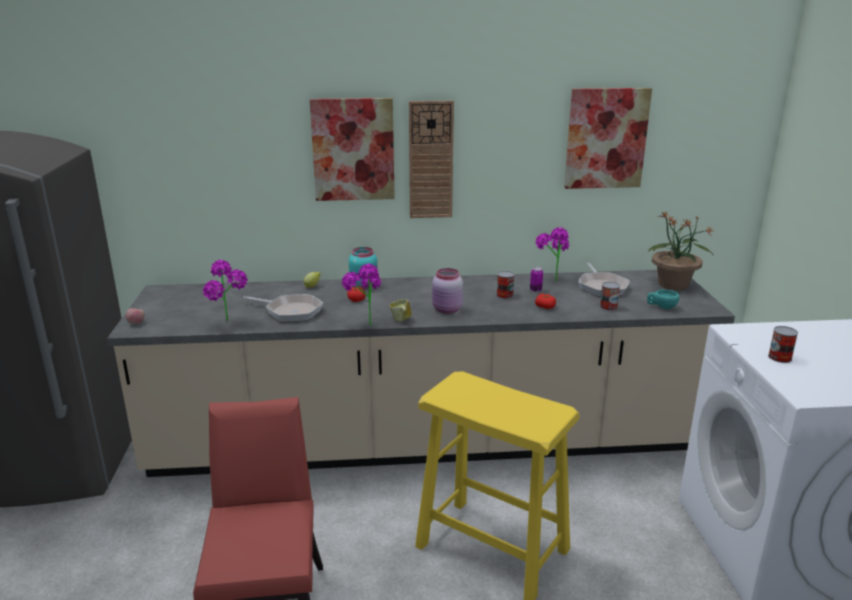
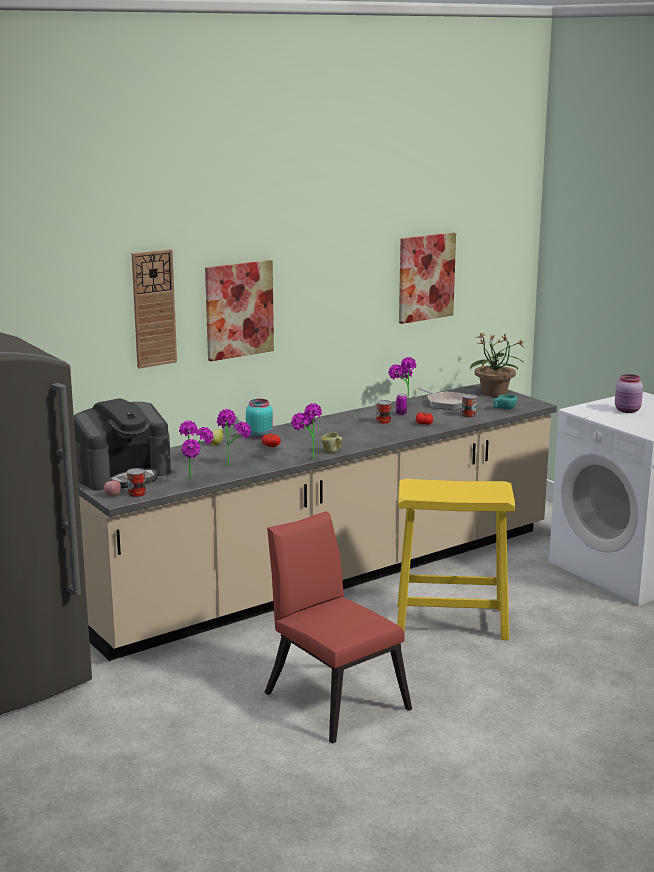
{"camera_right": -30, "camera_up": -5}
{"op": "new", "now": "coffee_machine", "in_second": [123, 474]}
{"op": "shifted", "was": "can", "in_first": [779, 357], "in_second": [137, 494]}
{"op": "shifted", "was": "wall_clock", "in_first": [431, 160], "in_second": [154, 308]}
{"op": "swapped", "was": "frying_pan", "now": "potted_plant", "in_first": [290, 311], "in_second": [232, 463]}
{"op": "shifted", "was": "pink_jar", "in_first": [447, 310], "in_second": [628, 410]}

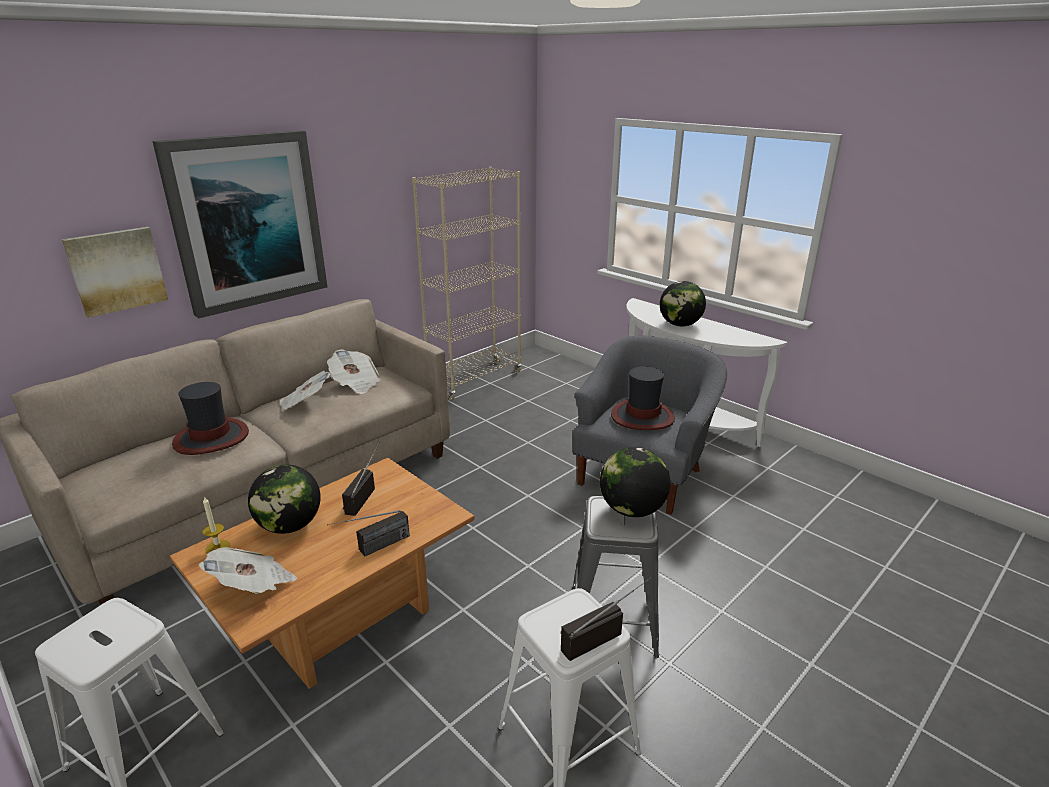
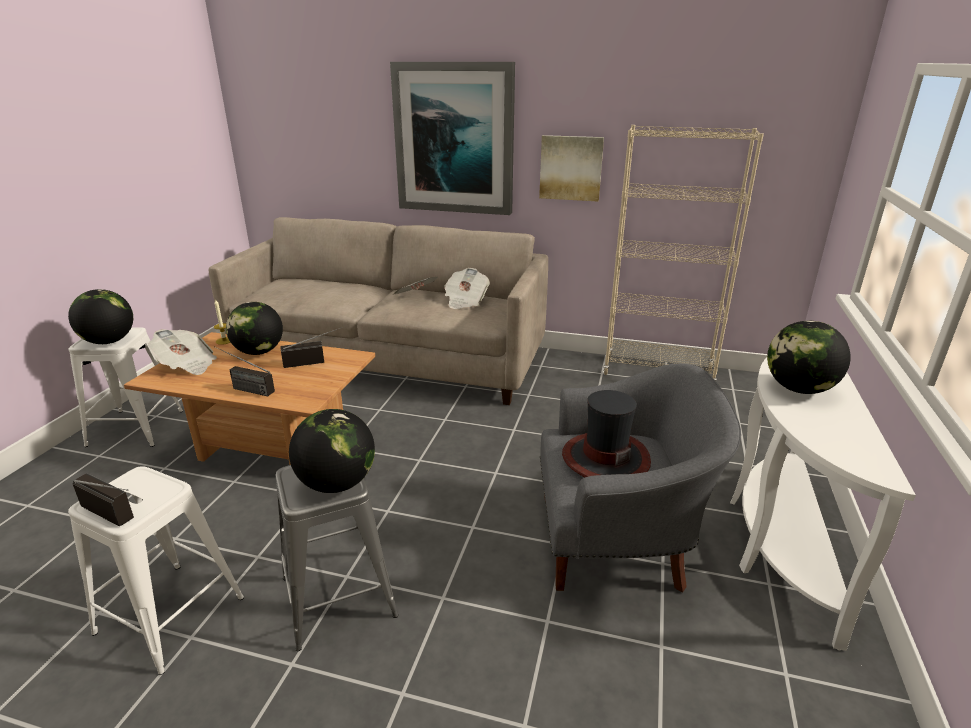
{"camera_right": 60, "camera_up": 0}
{"op": "new", "now": "globe", "in_second": [109, 341]}
{"op": "shifted", "was": "picture", "in_first": [117, 270], "in_second": [571, 168]}
{"op": "gone", "was": "hat", "in_first": [211, 437]}

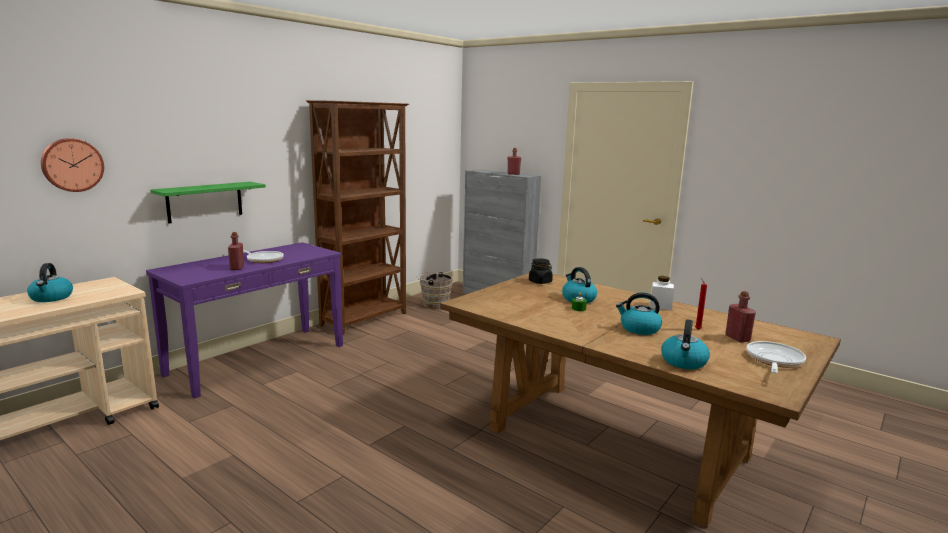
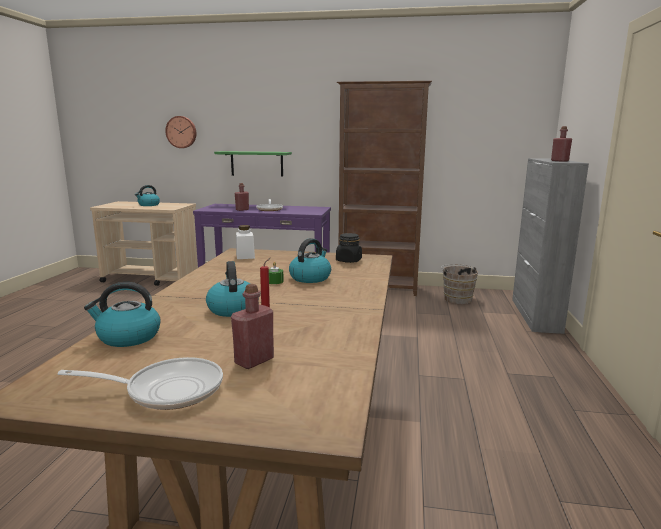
{"camera_right": 60, "camera_up": 0}
{"op": "shifted", "was": "white_jar", "in_first": [660, 306], "in_second": [245, 256]}

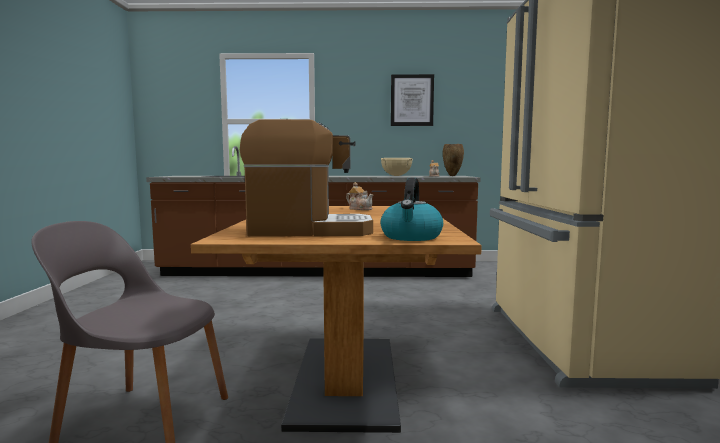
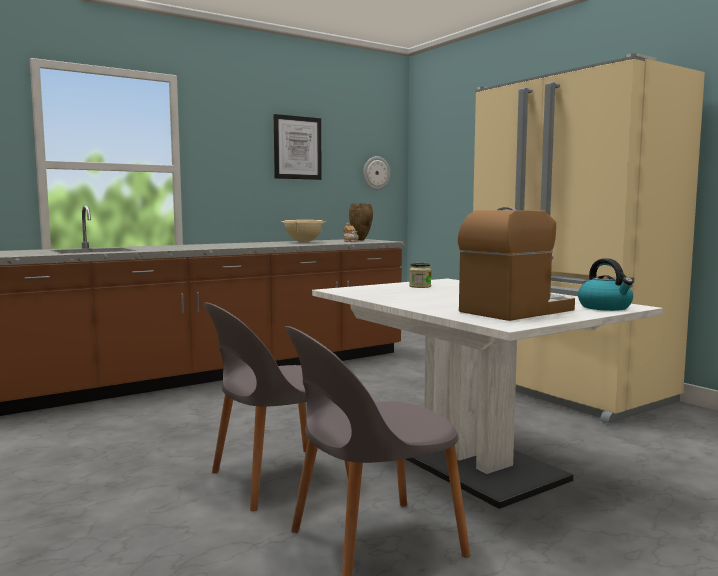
{"camera_right": -35, "camera_up": 0}
{"op": "new", "now": "grey_chair", "in_second": [277, 478]}
{"op": "repainted", "was": "brown_dining_table", "now": "white_dining_table", "in_first": [346, 379], "in_second": [466, 460]}
{"op": "new", "now": "wall_clock", "in_second": [376, 173]}
{"op": "swapped", "was": "teapot", "now": "jar", "in_first": [360, 209], "in_second": [420, 286]}

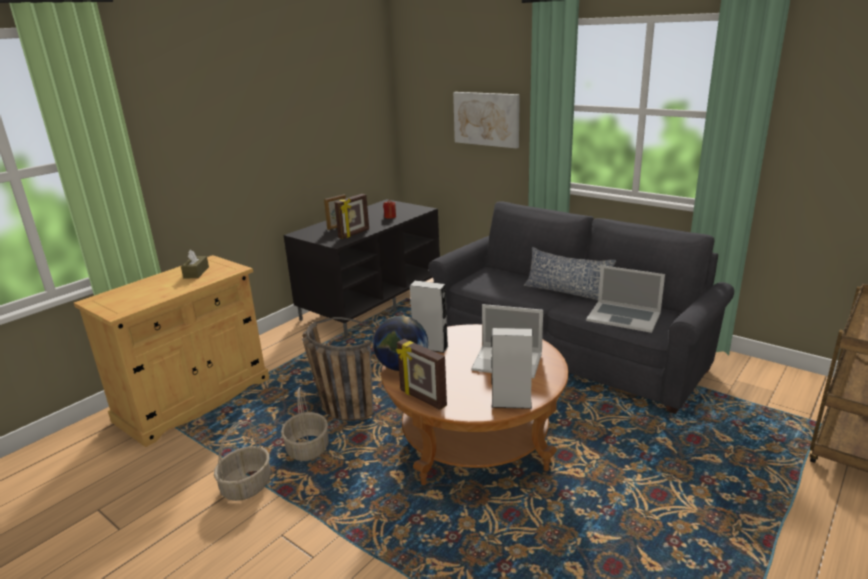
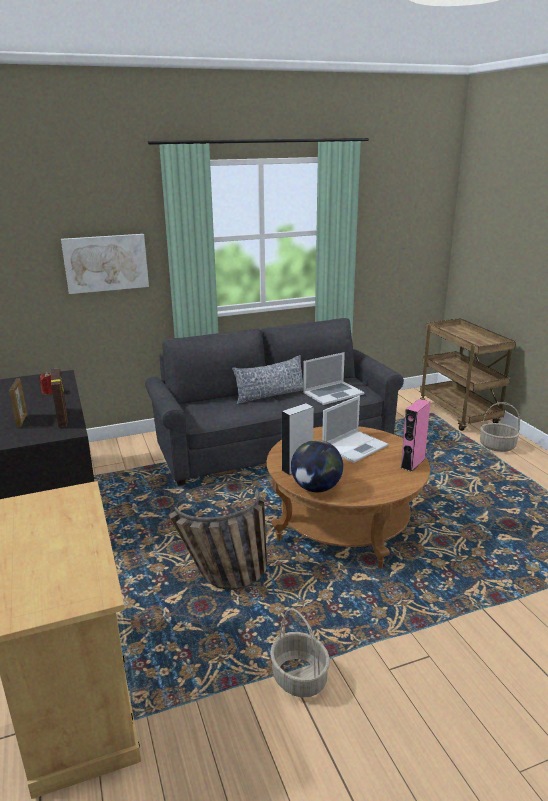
{"camera_right": -60, "camera_up": 0}
{"op": "repainted", "was": "grey_speaker", "now": "pink_speaker", "in_first": [511, 403], "in_second": [412, 463]}
{"op": "shifted", "was": "basket", "in_first": [308, 449], "in_second": [497, 446]}
{"op": "gone", "was": "brown_tissue_box", "in_first": [196, 272]}
{"op": "gone", "was": "picture_frame", "in_first": [422, 398]}

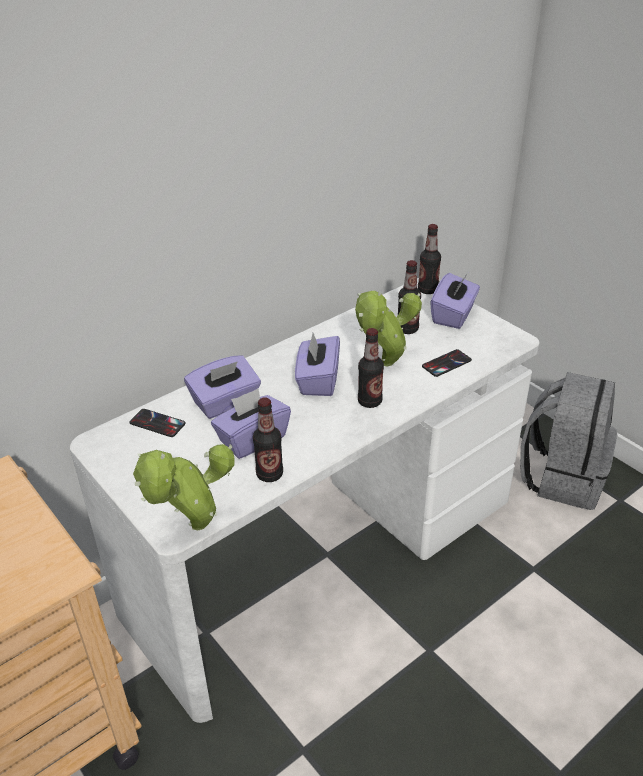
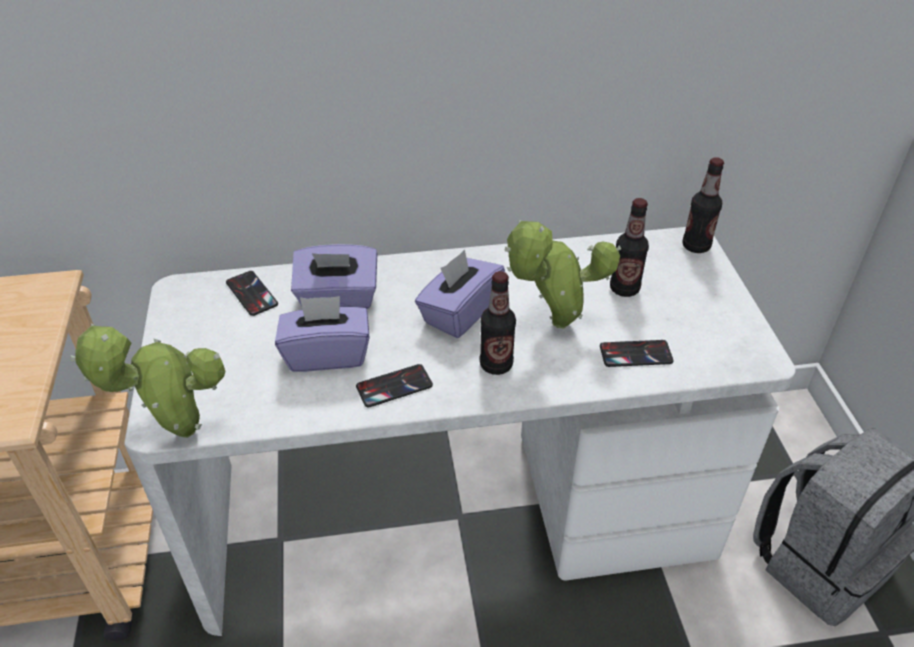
{"camera_right": 30, "camera_up": 5}
{"op": "new", "now": "phone", "in_second": [394, 386]}
{"op": "gone", "was": "bottle", "in_first": [269, 474]}
{"op": "gone", "was": "purple_tissue_box", "in_first": [453, 315]}

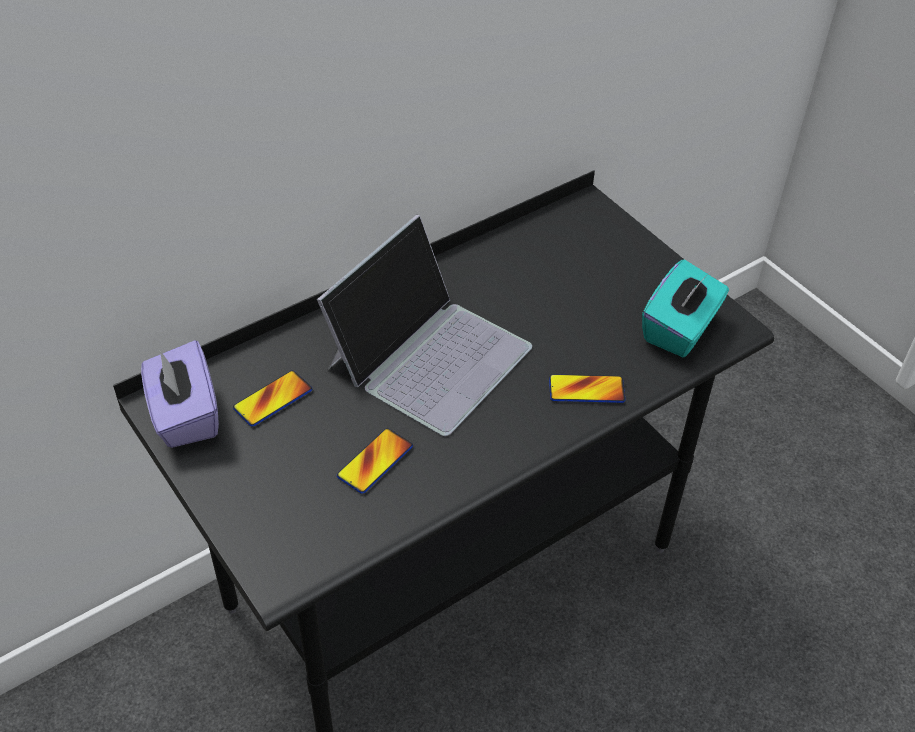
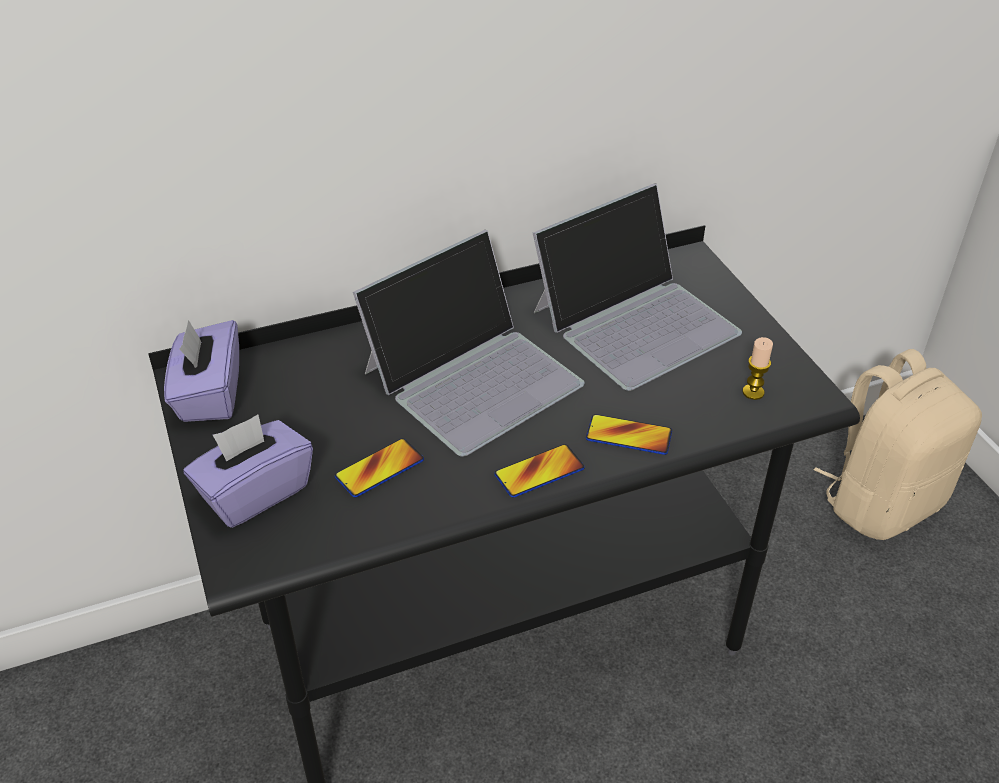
{"camera_right": 15, "camera_up": -5}
{"op": "new", "now": "purple_tissue_box", "in_second": [255, 492]}
{"op": "shifted", "was": "phone", "in_first": [273, 399], "in_second": [539, 472]}
{"op": "new", "now": "laptop", "in_second": [636, 320]}
{"op": "swapped", "was": "turquoise_tissue_box", "now": "candle", "in_first": [680, 329], "in_second": [753, 392]}
{"op": "new", "now": "beige_backpack", "in_second": [881, 501]}

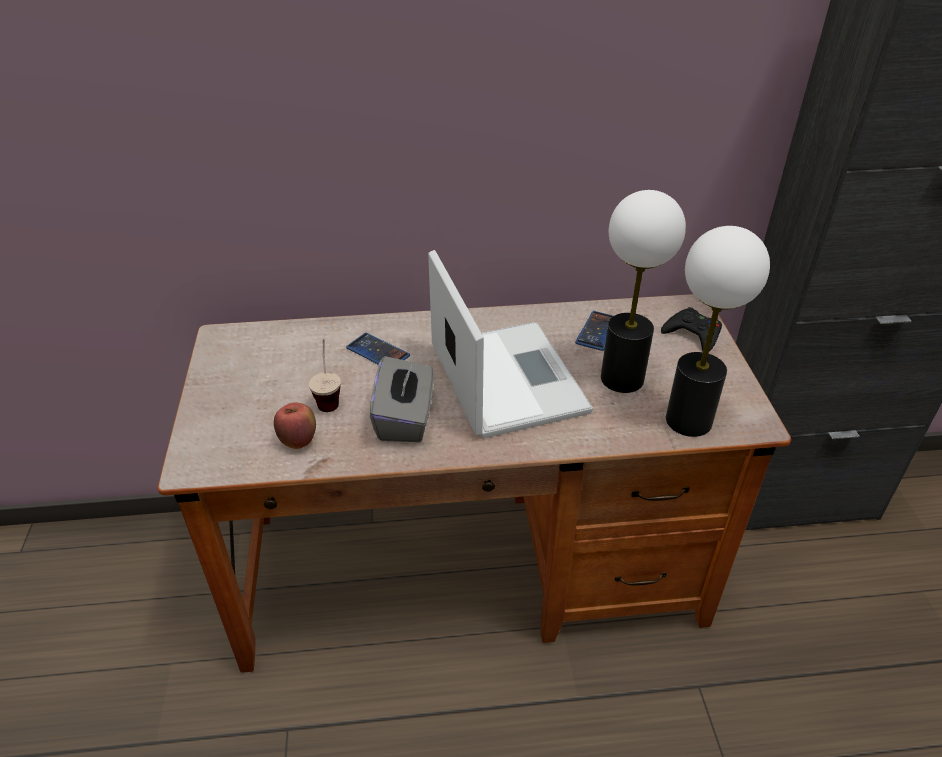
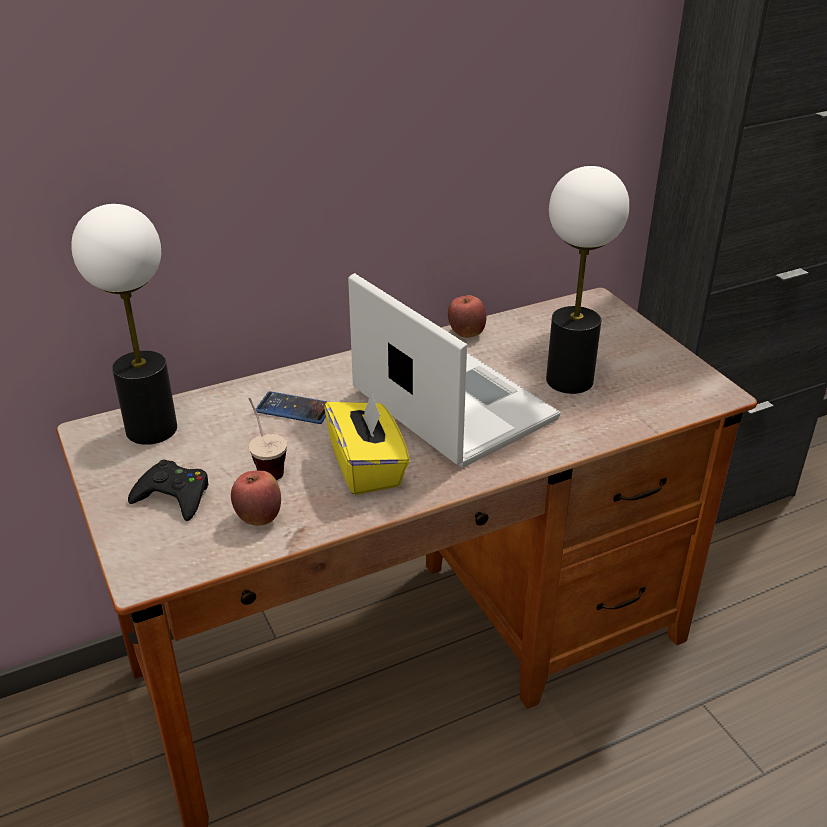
{"camera_right": -20, "camera_up": -5}
{"op": "shifted", "was": "table_lamp", "in_first": [689, 421], "in_second": [152, 430]}
{"op": "shifted", "was": "black_game_controller", "in_first": [693, 335], "in_second": [174, 496]}
{"op": "repainted", "was": "grey_tissue_box", "now": "yellow_tissue_box", "in_first": [405, 419], "in_second": [367, 467]}
{"op": "new", "now": "apple", "in_second": [466, 334]}
{"op": "gone", "was": "phone", "in_first": [597, 331]}

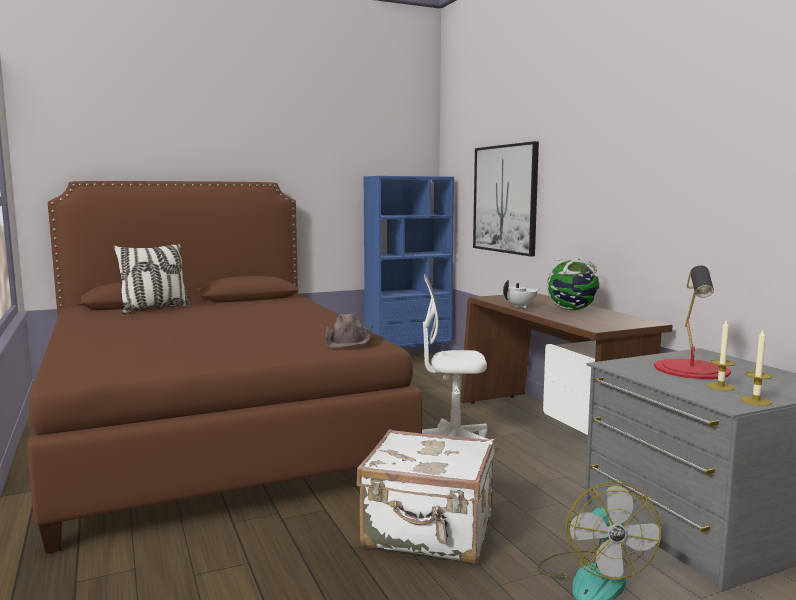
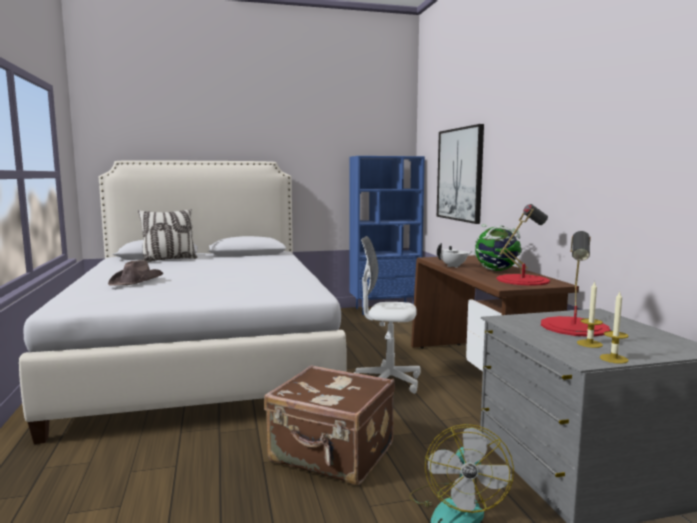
{"camera_right": 10, "camera_up": 0}
{"op": "repainted", "was": "brown_bed", "now": "white_bed", "in_first": [211, 429], "in_second": [202, 357]}
{"op": "shifted", "was": "brown_hat", "in_first": [349, 340], "in_second": [137, 281]}
{"op": "repainted", "was": "white_suitcase", "now": "brown_suitcase", "in_first": [429, 532], "in_second": [332, 454]}
{"op": "new", "now": "red_table_lamp", "in_second": [522, 280]}

